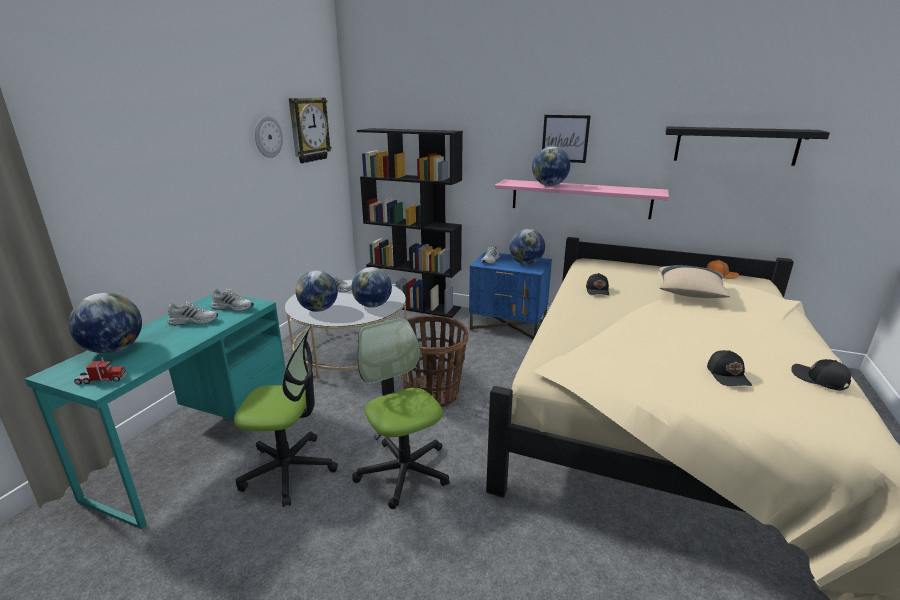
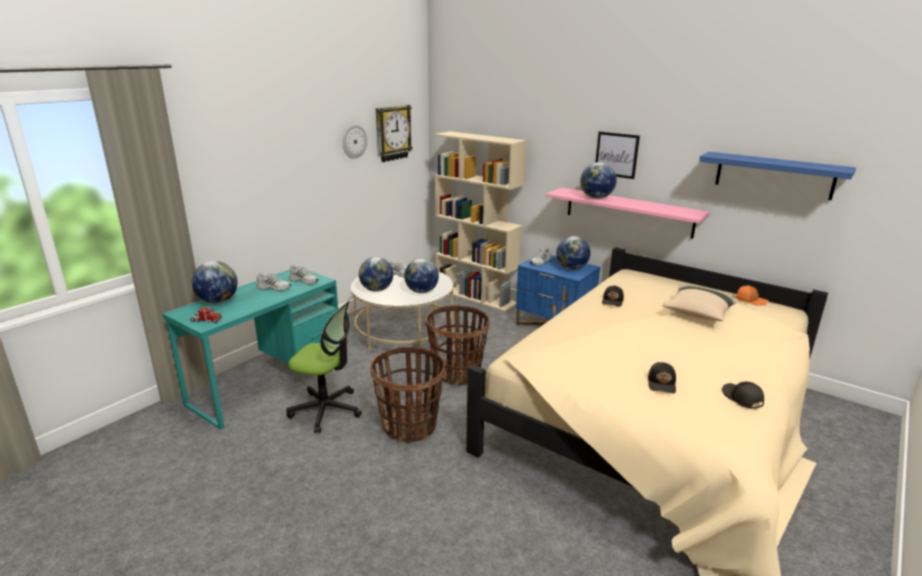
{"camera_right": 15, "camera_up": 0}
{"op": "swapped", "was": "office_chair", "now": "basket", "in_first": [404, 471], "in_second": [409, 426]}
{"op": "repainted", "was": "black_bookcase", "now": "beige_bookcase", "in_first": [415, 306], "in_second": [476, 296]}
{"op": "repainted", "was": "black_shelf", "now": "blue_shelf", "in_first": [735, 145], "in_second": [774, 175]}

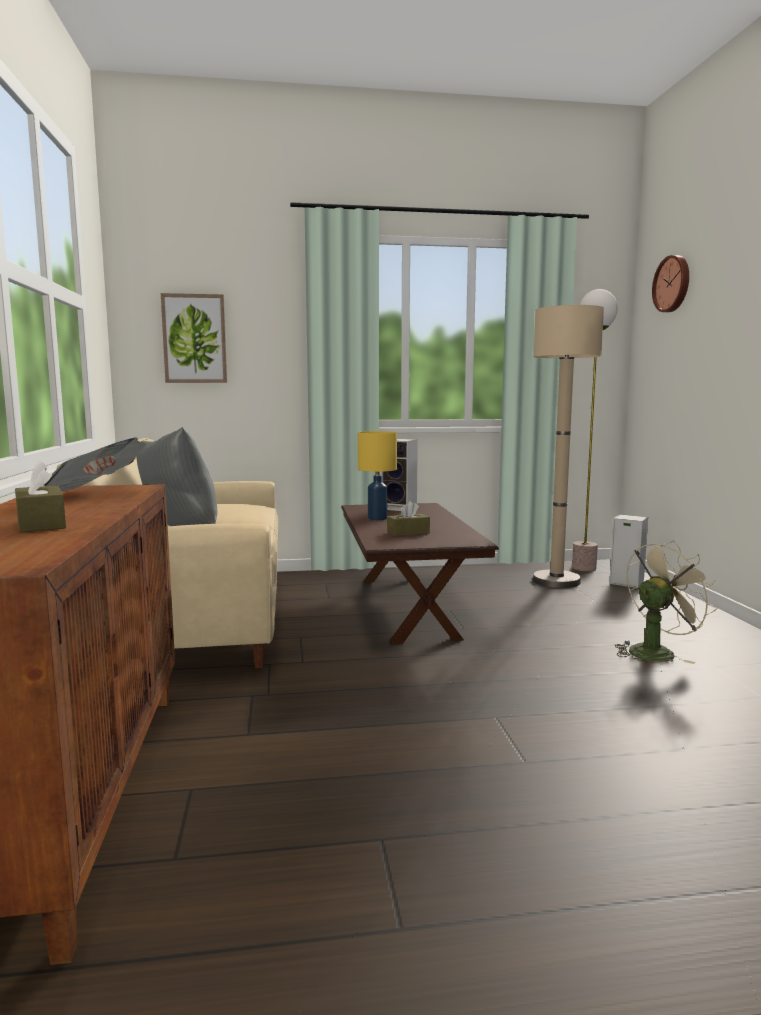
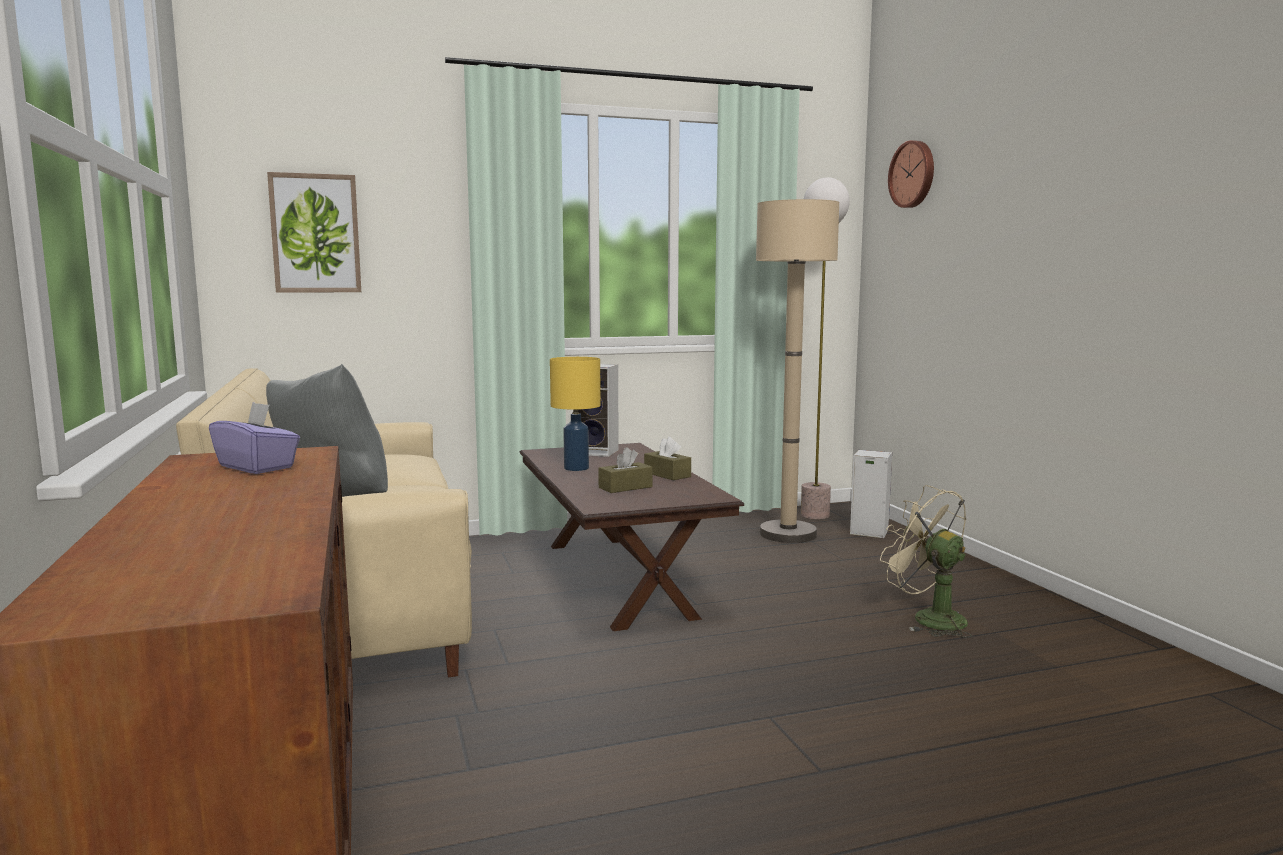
{"camera_right": -10, "camera_up": 0}
{"op": "swapped", "was": "newspaper", "now": "purple_tissue_box", "in_first": [95, 494], "in_second": [257, 467]}
{"op": "shifted", "was": "brown_tissue_box", "in_first": [41, 523], "in_second": [667, 474]}
{"op": "rotated", "was": "beige_fan", "in_first": [656, 652], "in_second": [928, 618], "clockwise": -90}

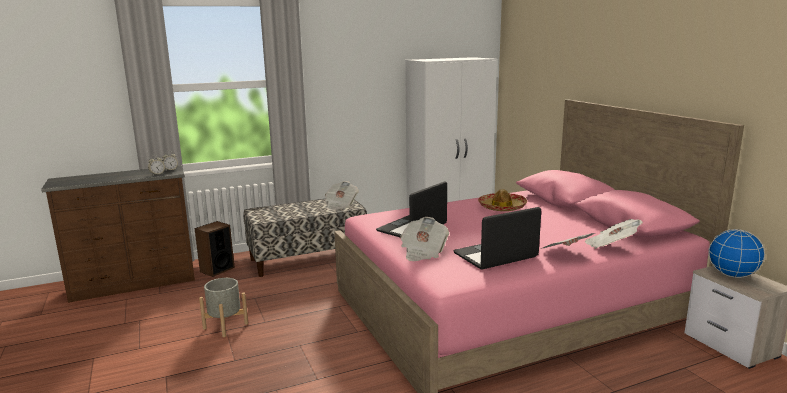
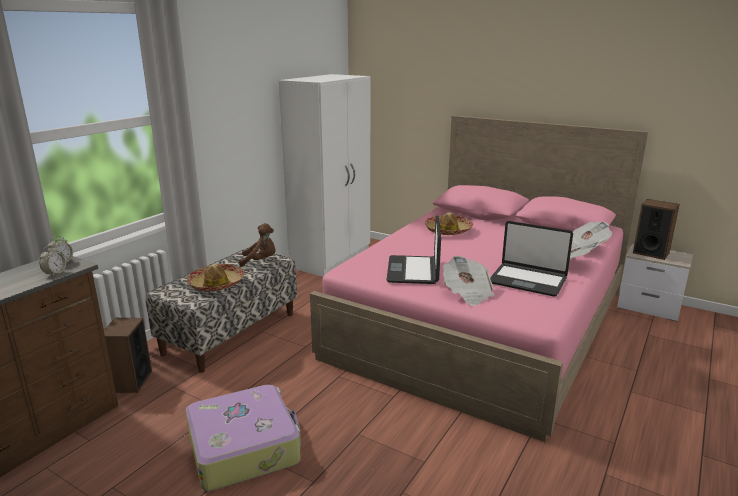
{"camera_right": -35, "camera_up": 5}
{"op": "swapped", "was": "grey_planter", "now": "suitcase", "in_first": [225, 326], "in_second": [244, 447]}
{"op": "new", "now": "hat", "in_second": [216, 284]}
{"op": "swapped", "was": "newspaper", "now": "brown_plush_toy", "in_first": [340, 205], "in_second": [260, 261]}
{"op": "rotated", "was": "laptop", "in_first": [495, 256], "in_second": [528, 280], "clockwise": -90}
{"op": "swapped", "was": "globe", "now": "speaker", "in_first": [732, 275], "in_second": [650, 253]}

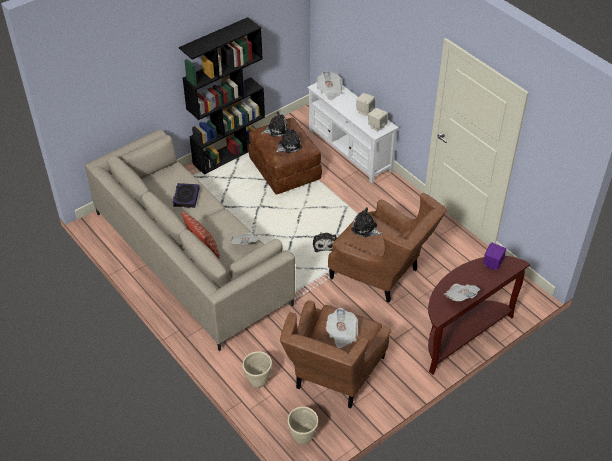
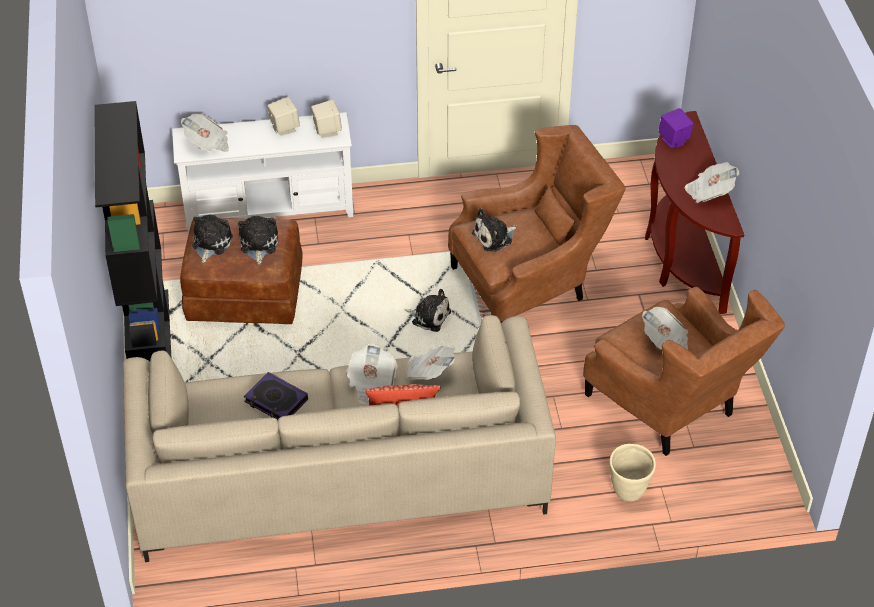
{"camera_right": -60, "camera_up": 0}
{"op": "new", "now": "newspaper", "in_second": [371, 384]}
{"op": "gone", "was": "beige_planter", "in_first": [303, 437]}

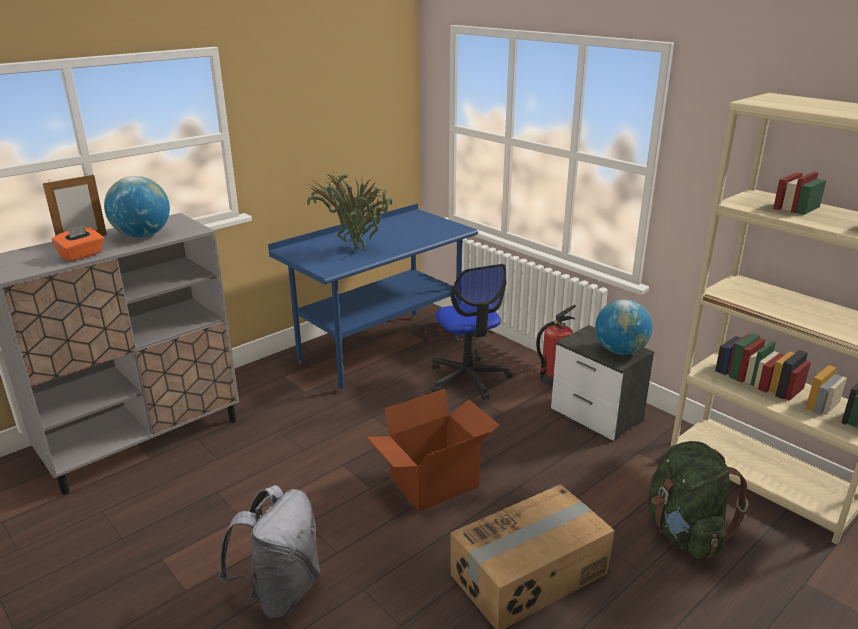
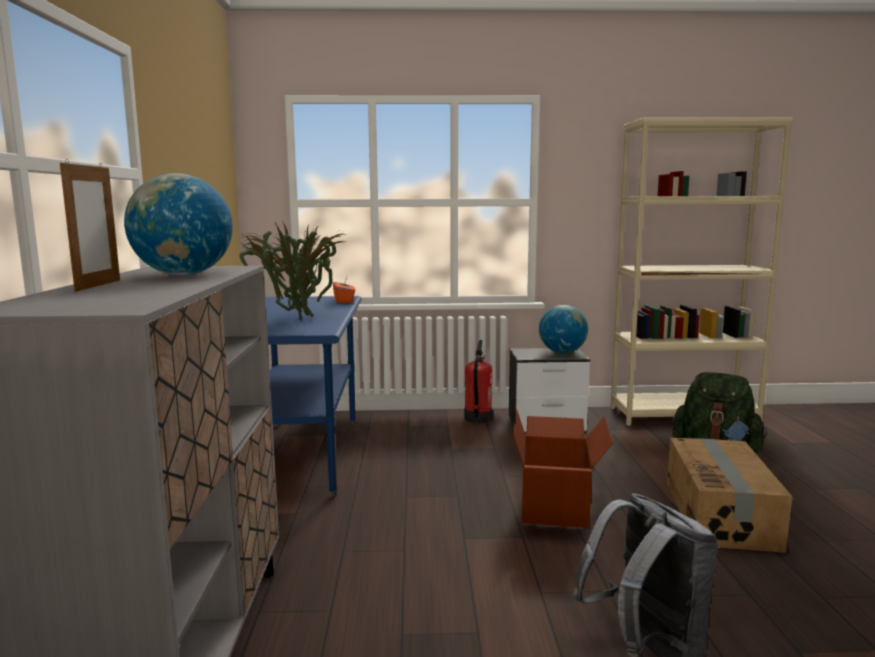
{"camera_right": -50, "camera_up": -15}
{"op": "shifted", "was": "orange_tissue_box", "in_first": [82, 255], "in_second": [344, 301]}
{"op": "gone", "was": "office_chair", "in_first": [468, 379]}

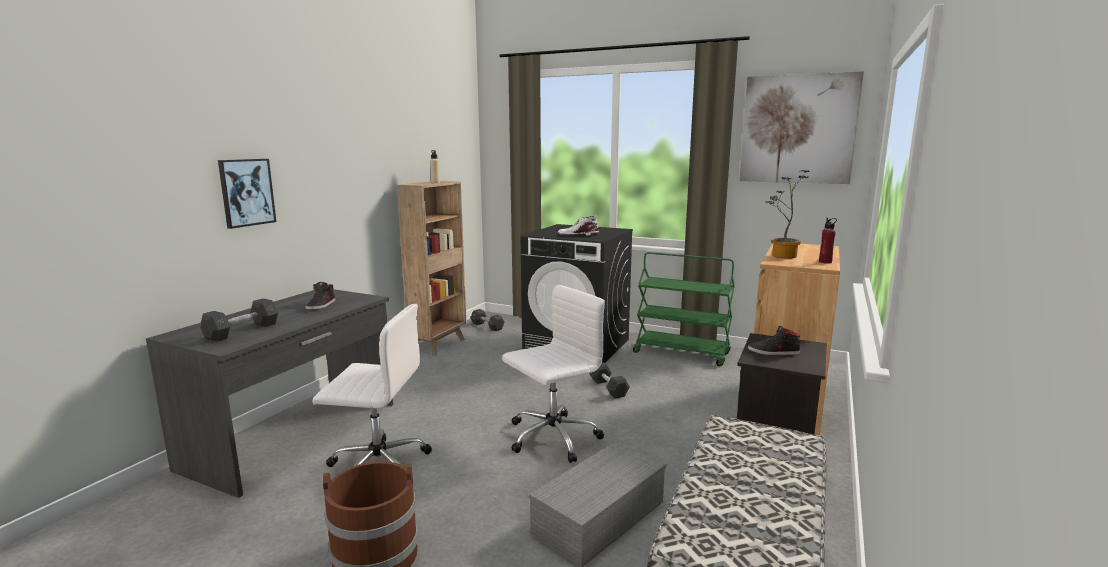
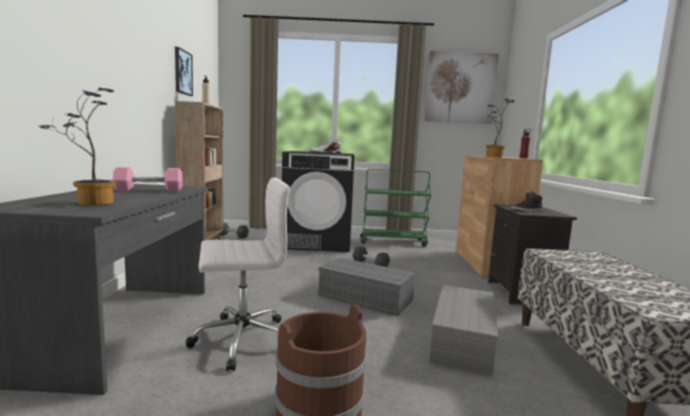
{"camera_right": -25, "camera_up": -5}
{"op": "swapped", "was": "grey_dumbbell", "now": "potted_plant", "in_first": [242, 331], "in_second": [90, 203]}
{"op": "swapped", "was": "black_shoe", "now": "pink_dumbbell", "in_first": [321, 305], "in_second": [149, 190]}
{"op": "shifted", "was": "picture", "in_first": [246, 192], "in_second": [182, 72]}
{"op": "swapped", "was": "white_office_chair", "now": "grey_storage_box", "in_first": [551, 438], "in_second": [367, 297]}

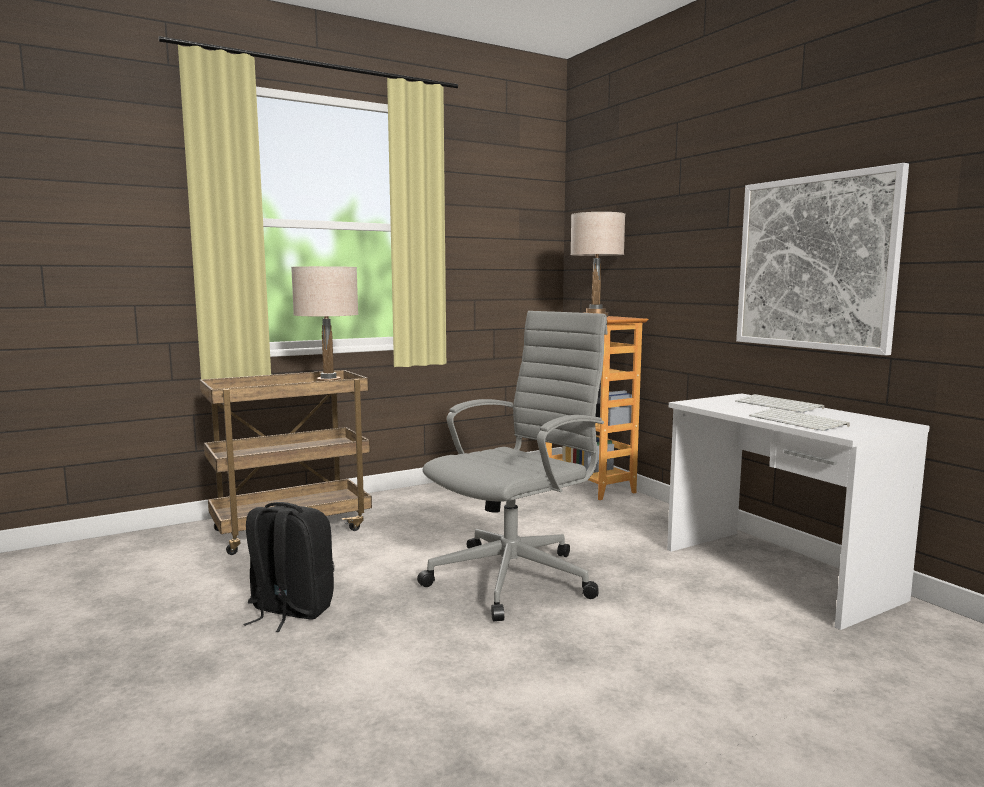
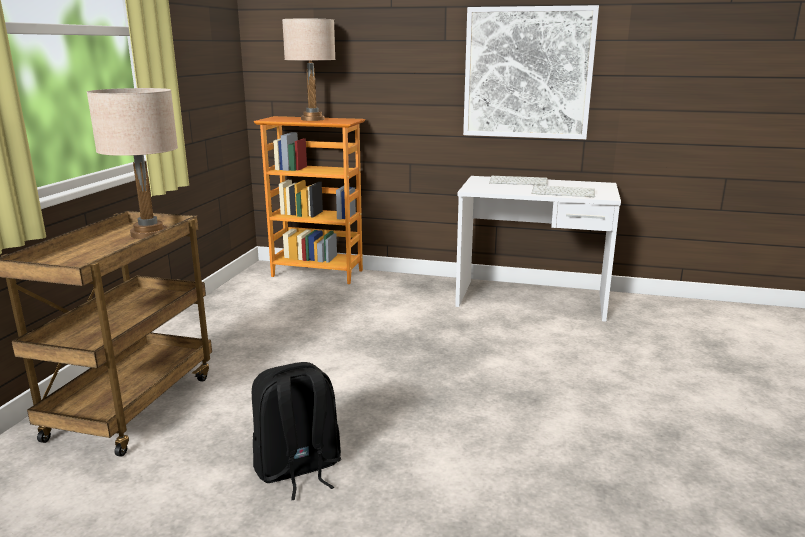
{"camera_right": -45, "camera_up": 10}
{"op": "gone", "was": "grey_office_chair", "in_first": [516, 577]}

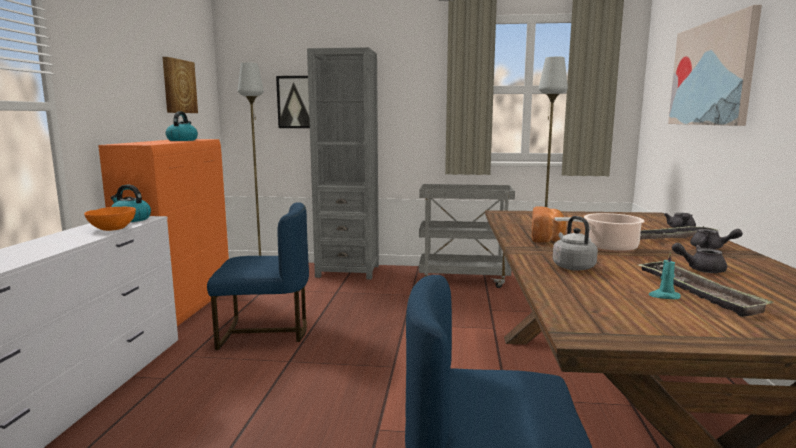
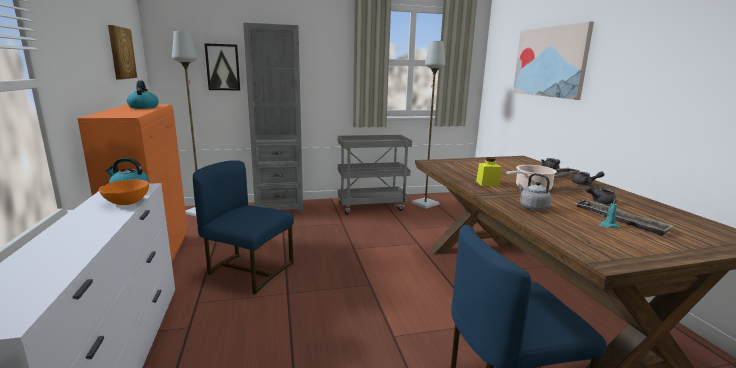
{"camera_right": -20, "camera_up": 5}
{"op": "rotated", "was": "blue_chair", "in_first": [265, 332], "in_second": [248, 270], "clockwise": -135}
{"op": "swapped", "was": "bread", "now": "yellow_jar", "in_first": [547, 238], "in_second": [487, 183]}

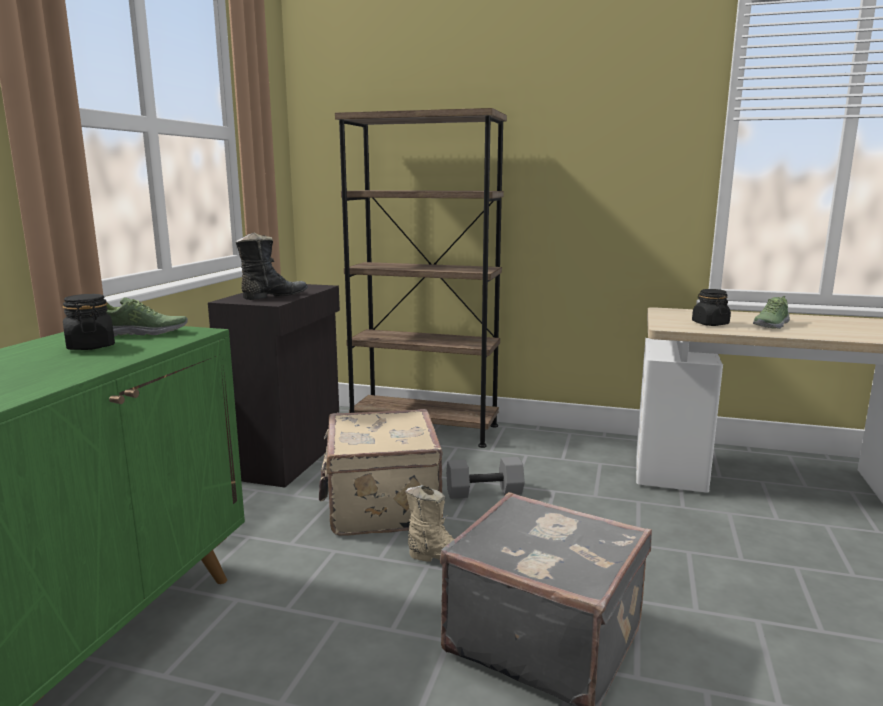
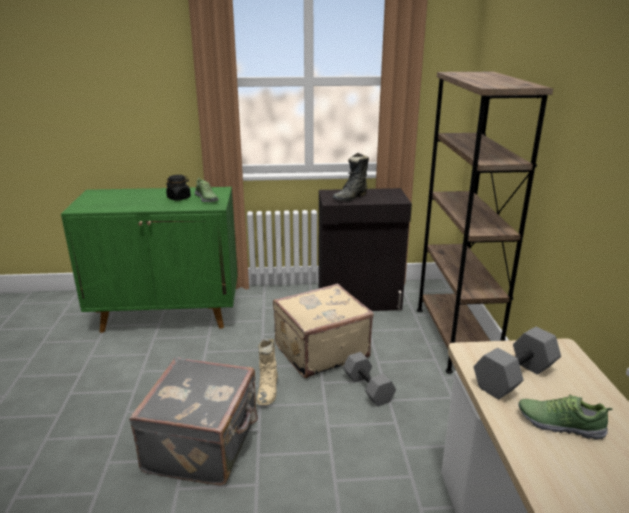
{"camera_right": 70, "camera_up": 10}
{"op": "rotated", "was": "black_boot", "in_first": [273, 296], "in_second": [351, 197], "clockwise": 105}
{"op": "swapped", "was": "black_jar", "now": "grey_dumbbell", "in_first": [710, 324], "in_second": [515, 378]}

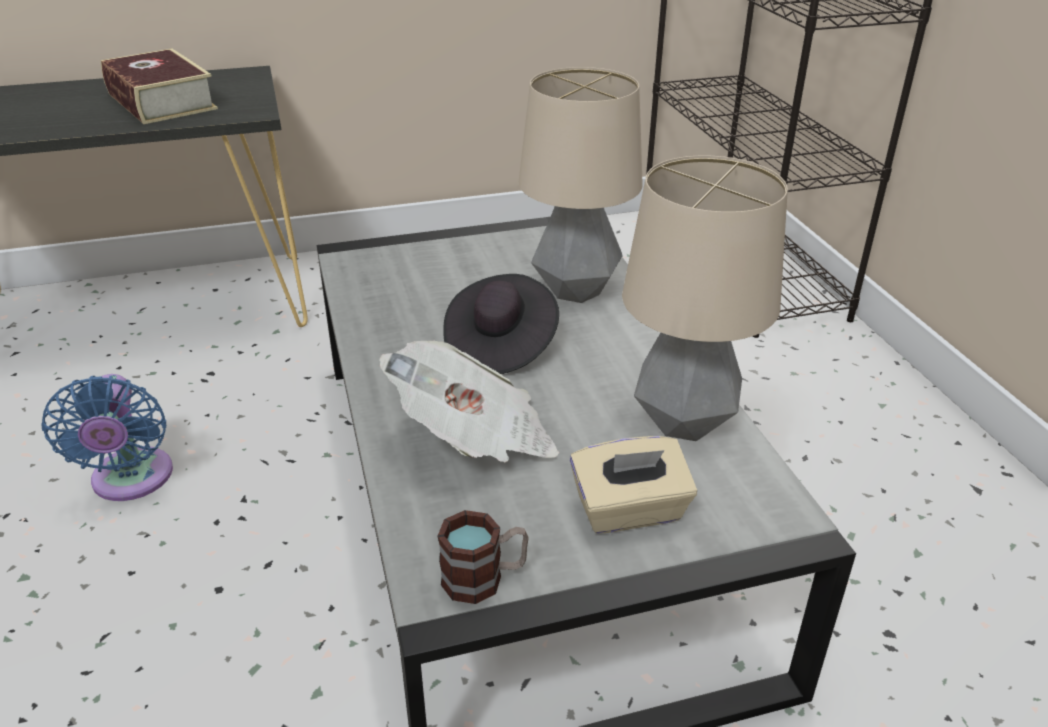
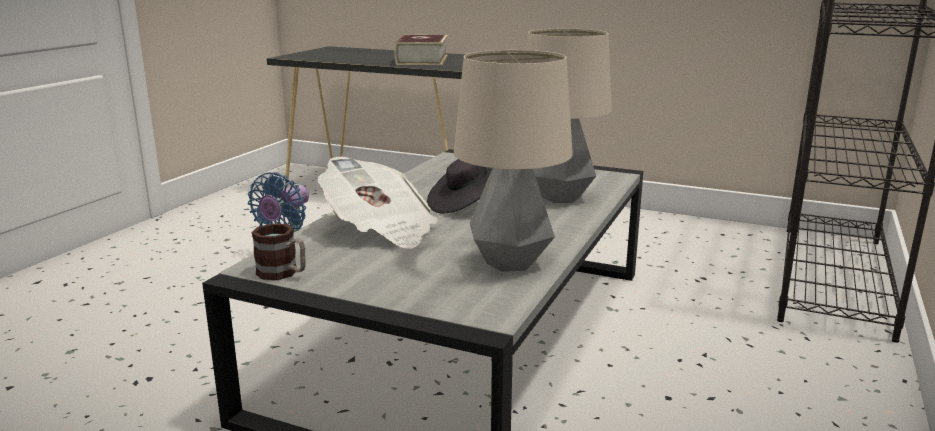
{"camera_right": 40, "camera_up": -15}
{"op": "gone", "was": "beige_tissue_box", "in_first": [630, 511]}

